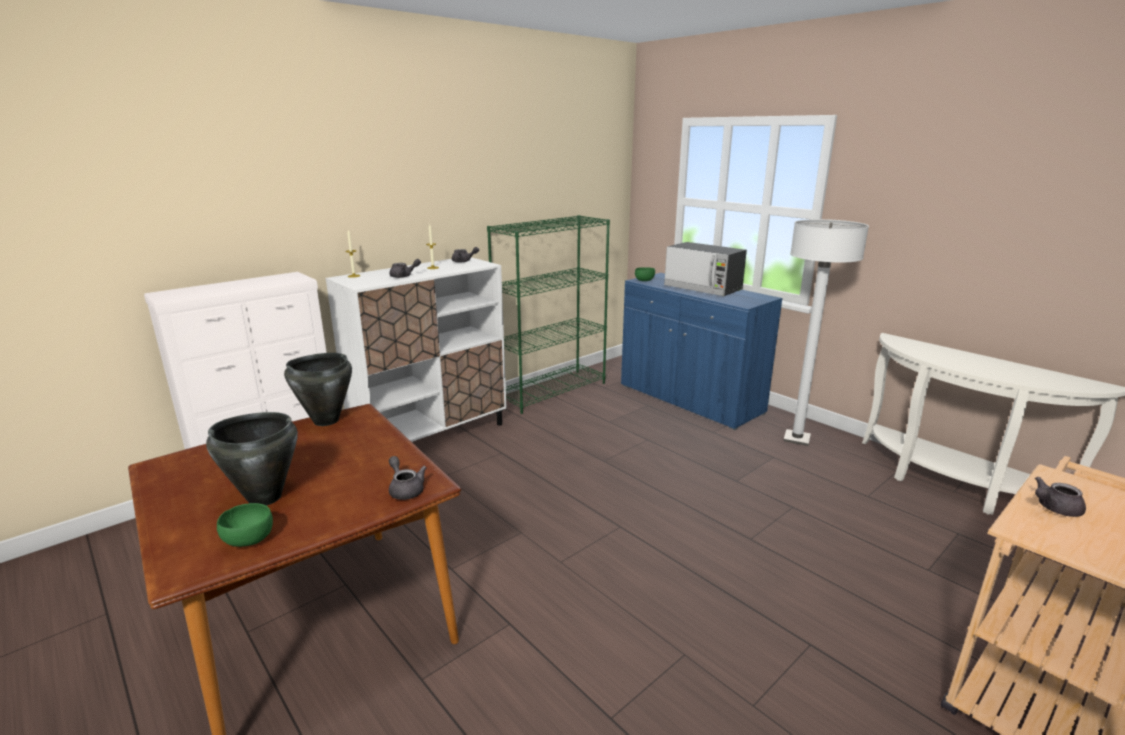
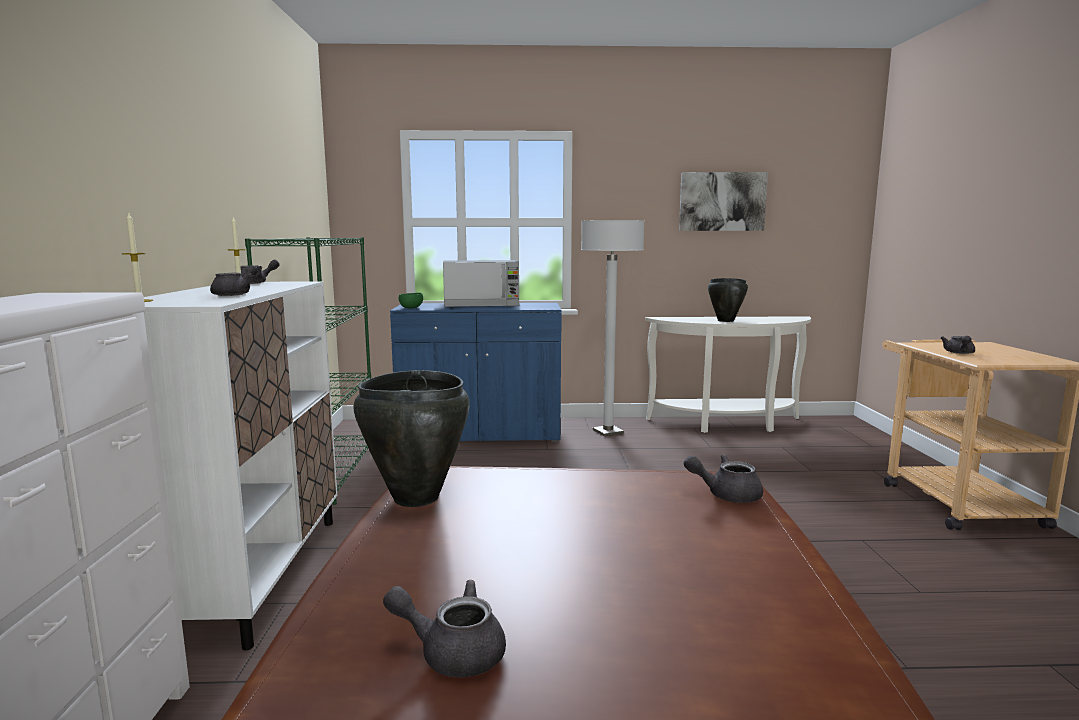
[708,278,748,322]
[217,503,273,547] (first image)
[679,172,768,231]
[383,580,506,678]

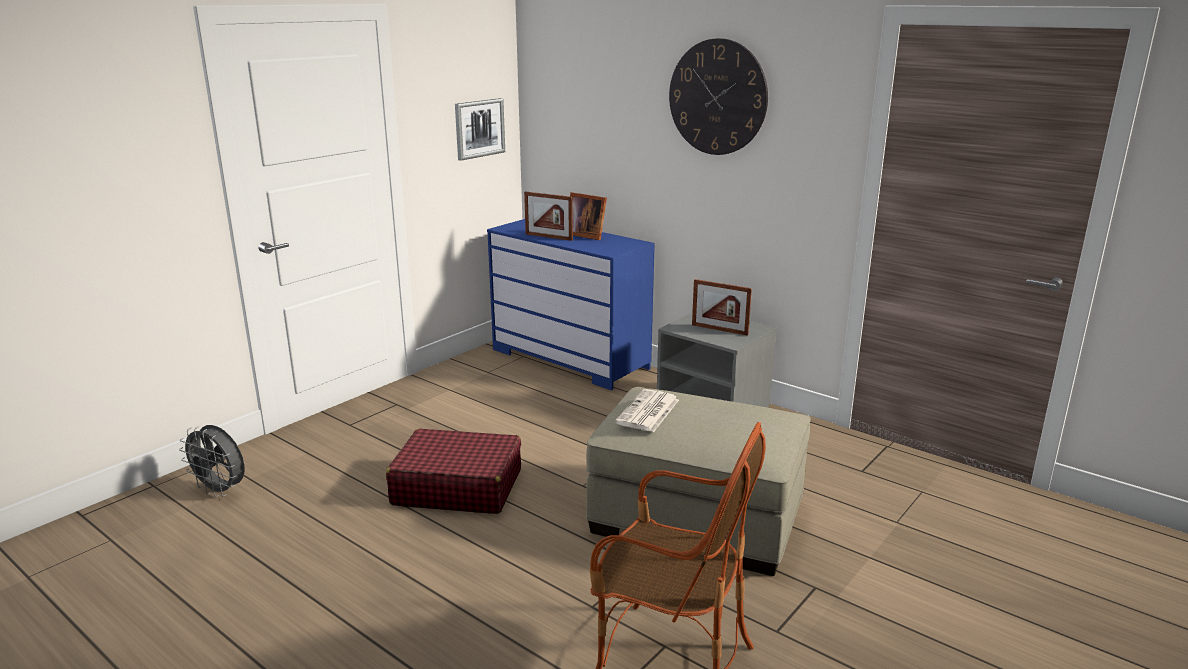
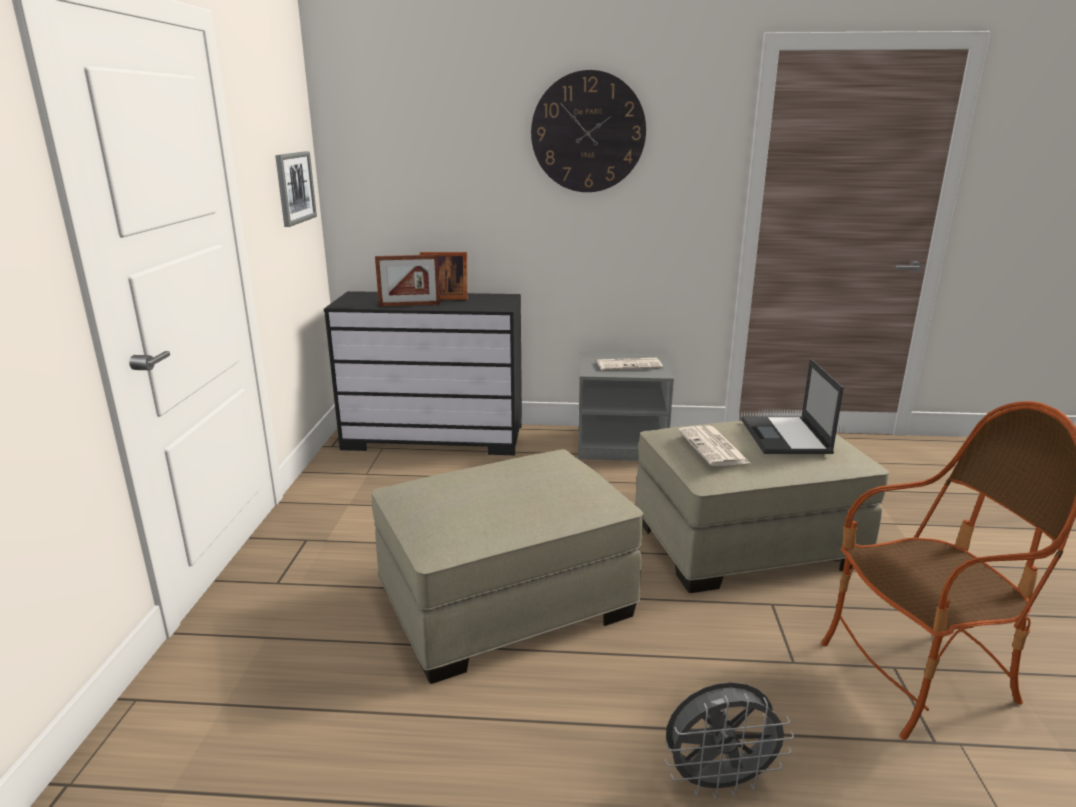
[324,291,522,455]
[596,358,663,370]
[665,682,794,799]
[371,449,643,684]
[741,359,844,454]

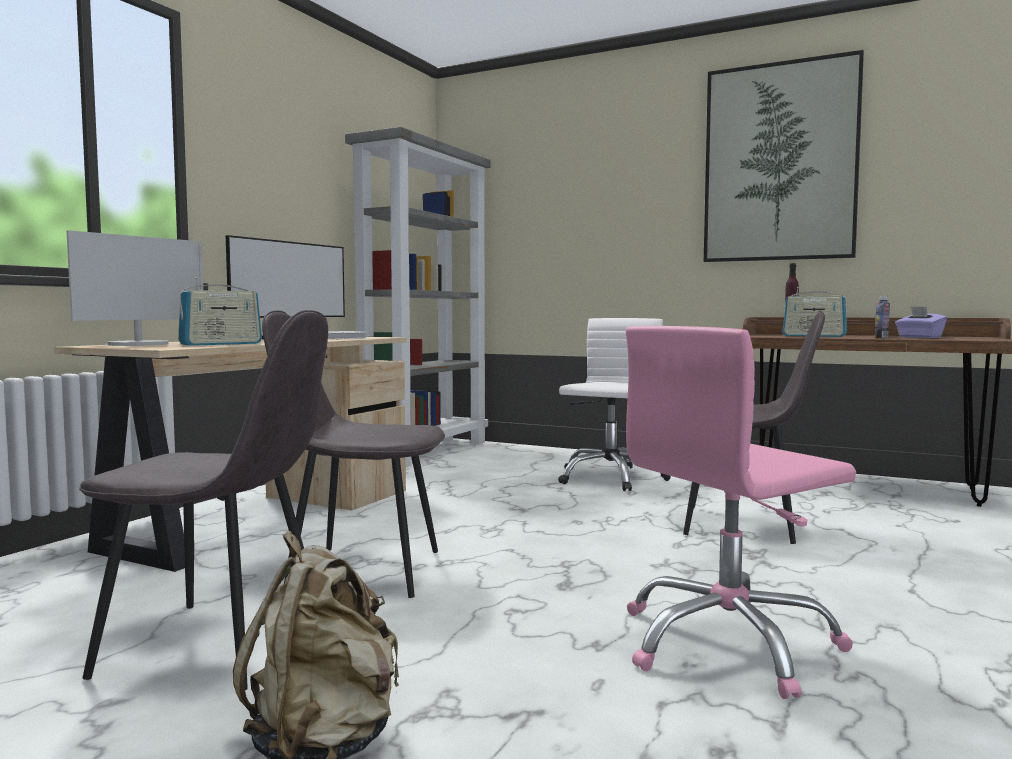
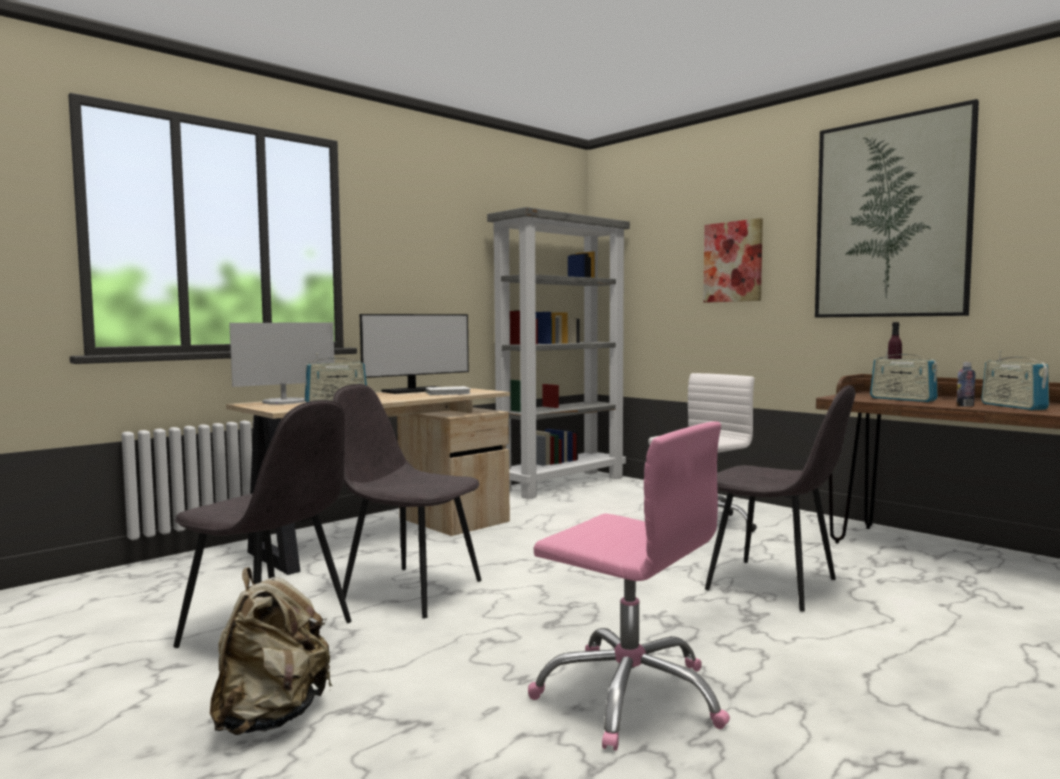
[981,351,1049,410]
[528,421,730,751]
[703,218,763,303]

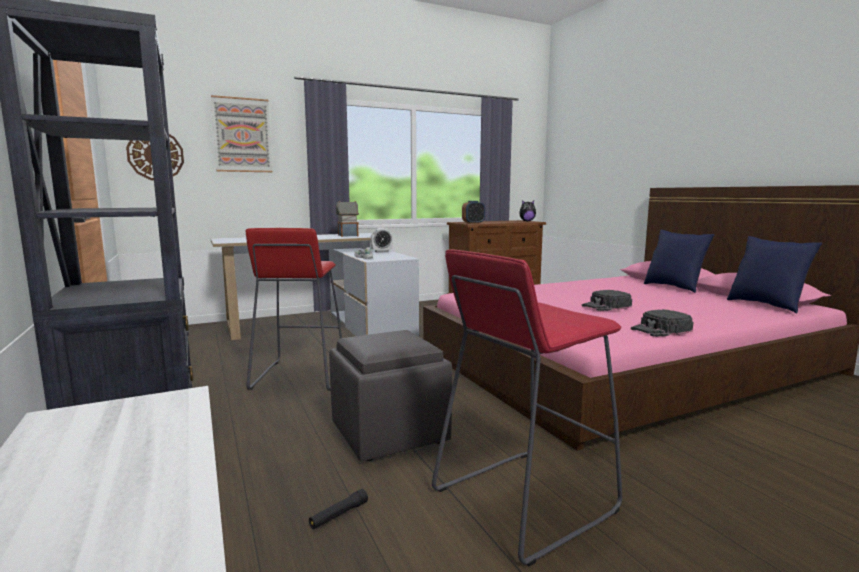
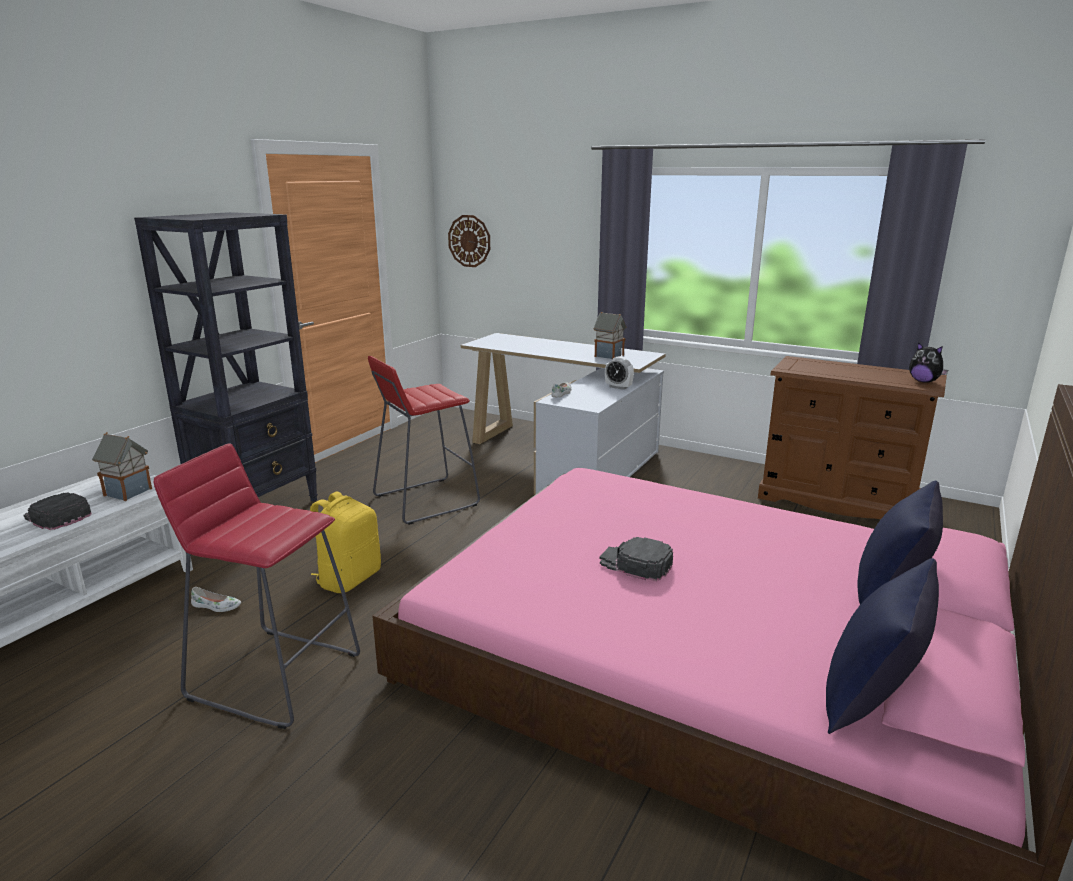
[211,95,272,172] (first image)
[462,201,485,224] (first image)
[24,492,91,530]
[310,492,381,593]
[191,587,241,612]
[92,432,152,501]

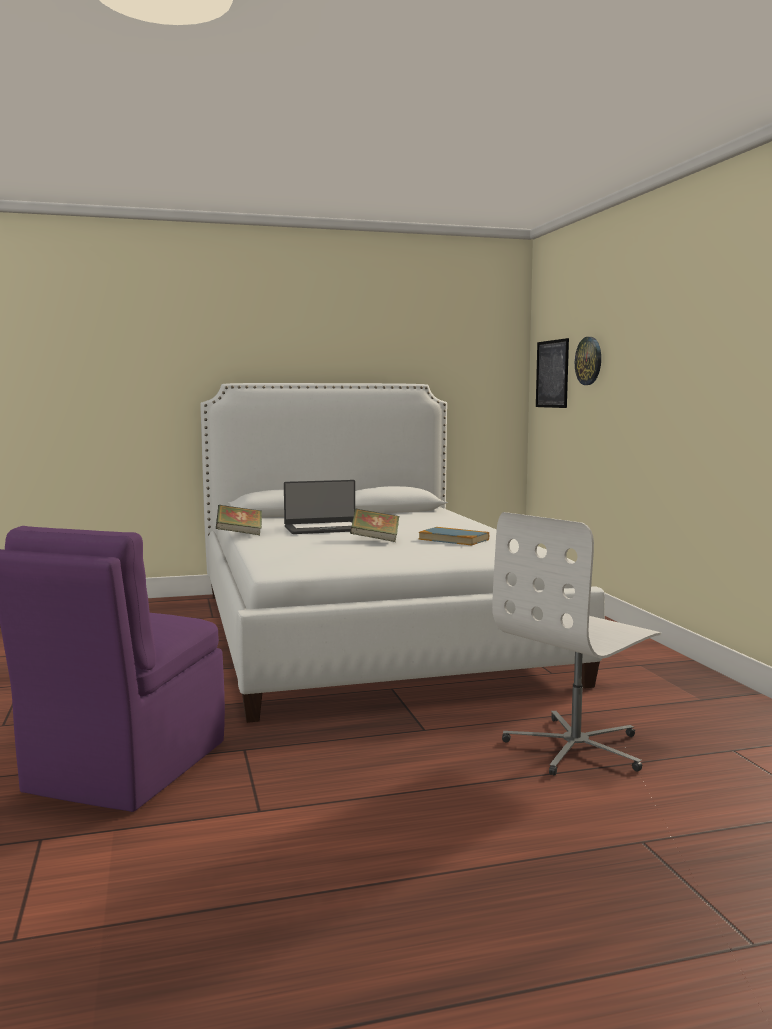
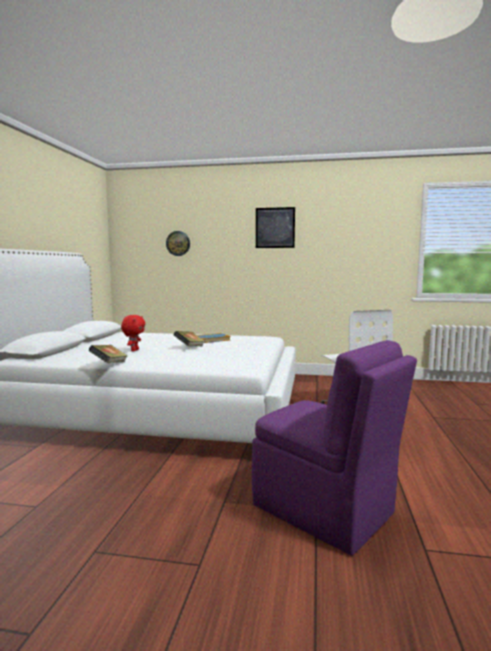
[256,207,295,248]
[121,315,145,352]

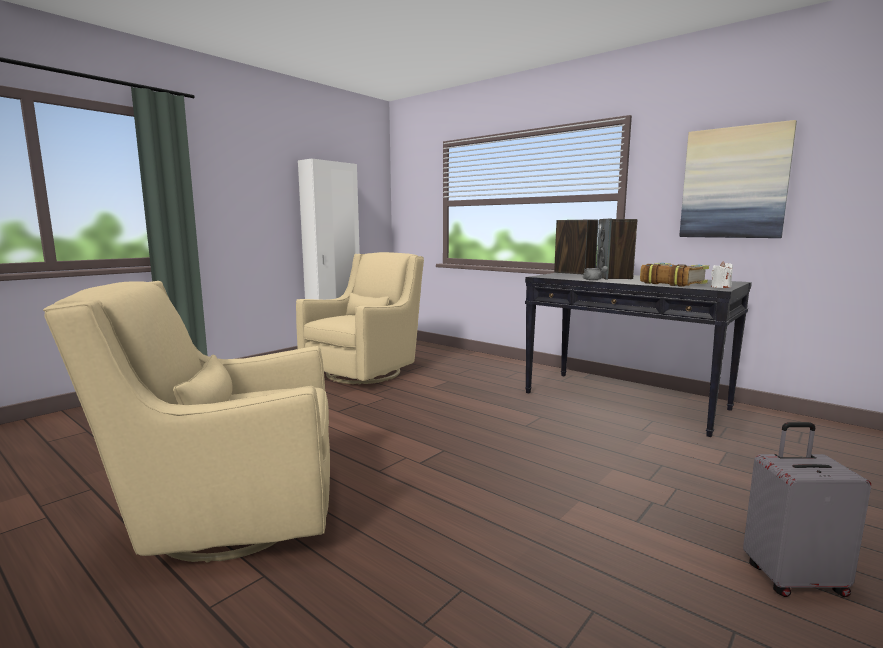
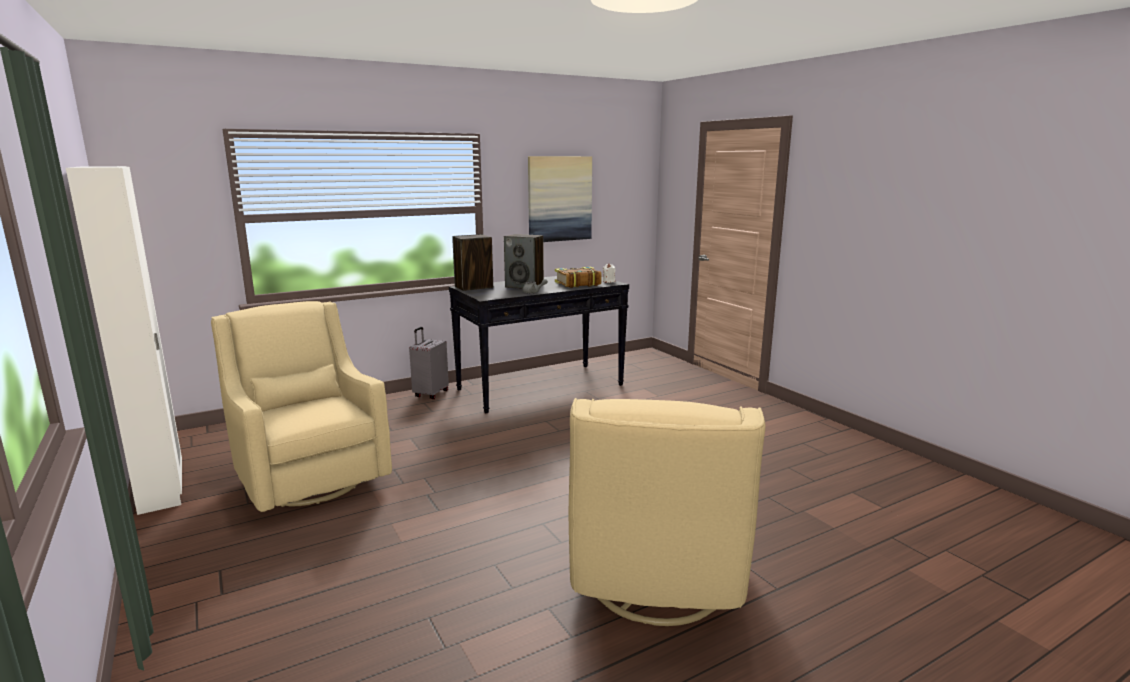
[409,327,449,399]

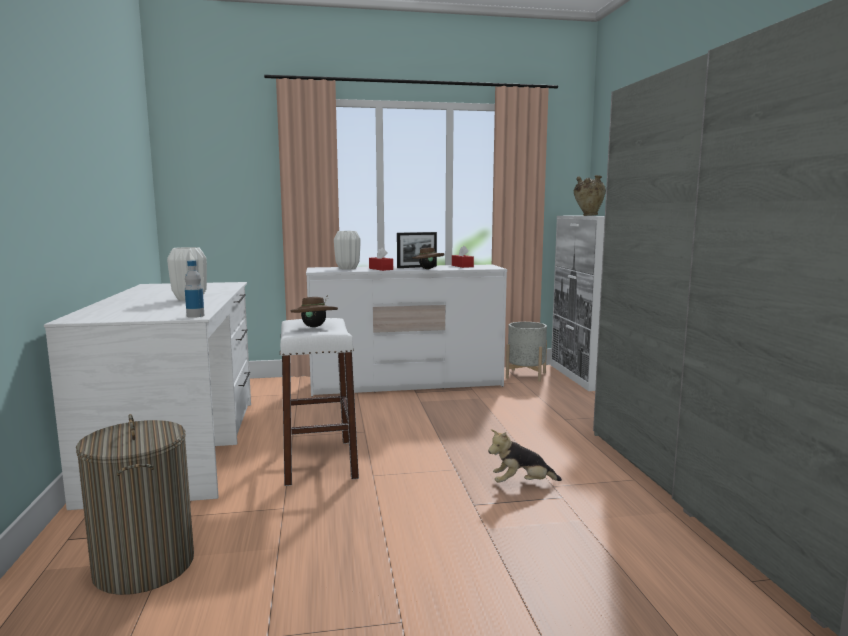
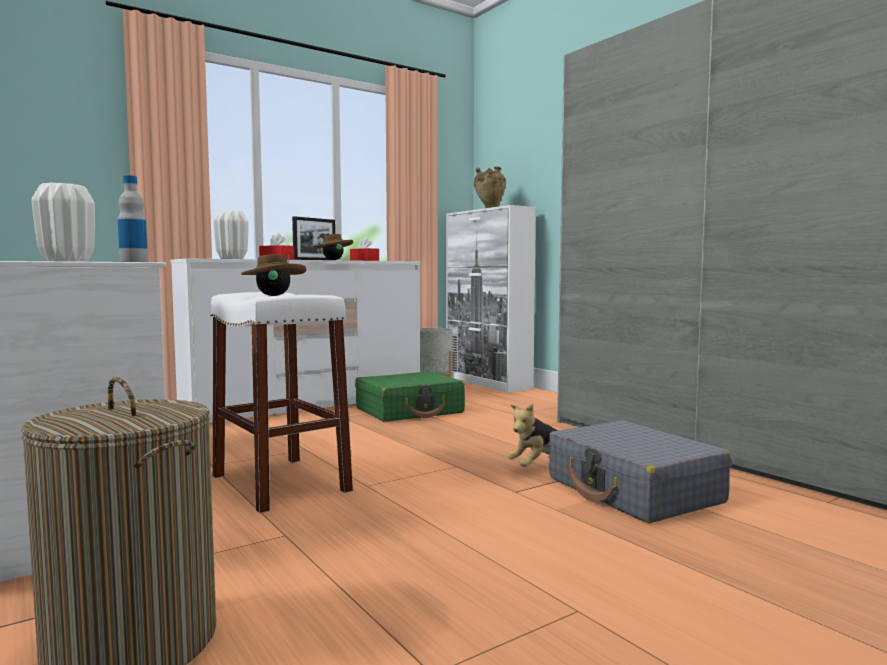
[355,371,465,422]
[548,420,731,523]

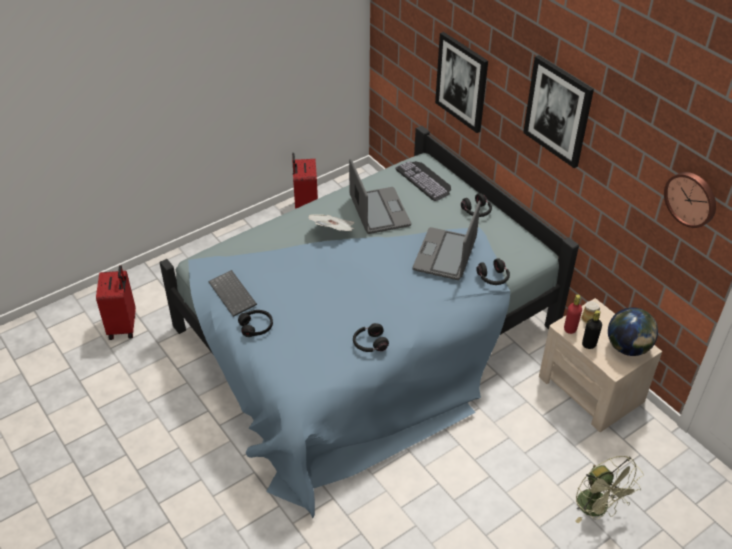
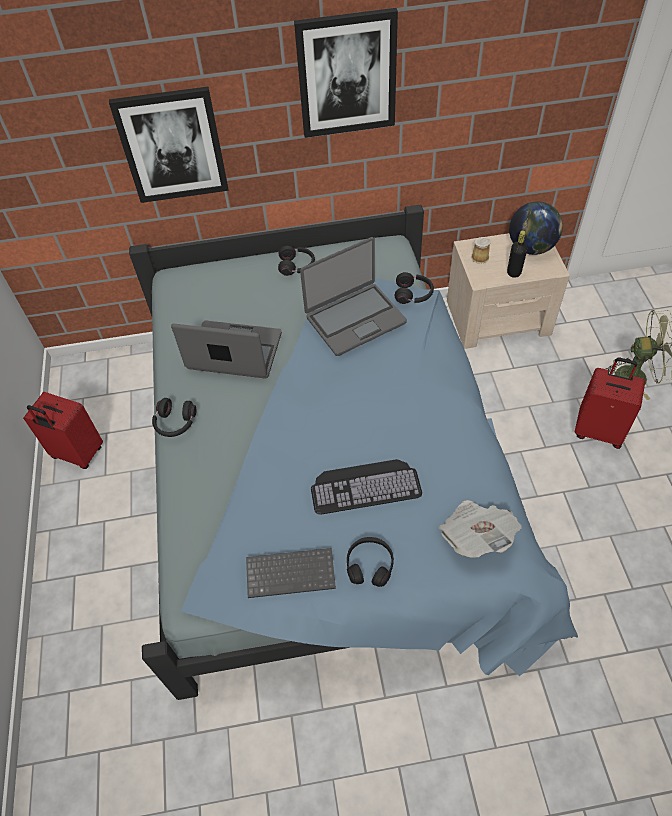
[311,459,422,515]
[664,172,716,228] (first image)
[300,237,407,356]
[438,500,522,558]
[575,358,645,449]
[564,295,582,334] (first image)
[152,398,197,437]

